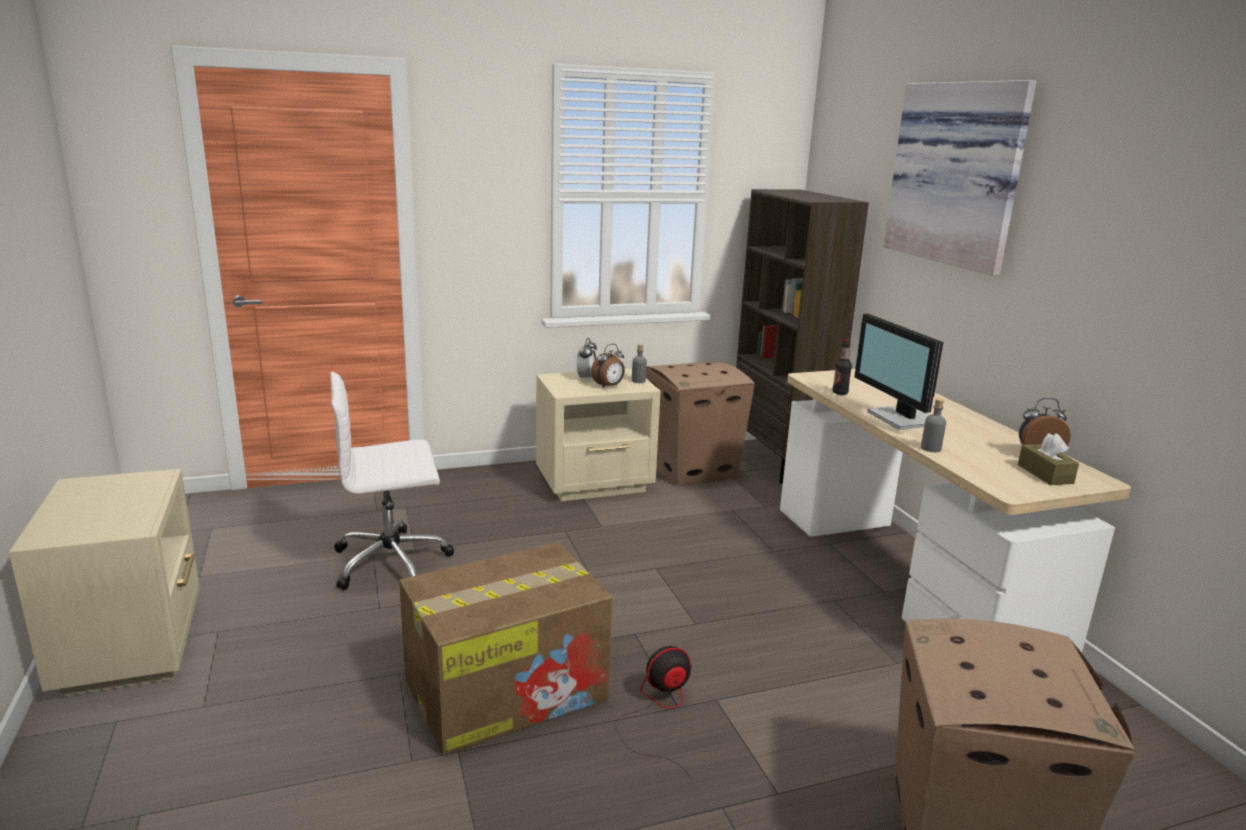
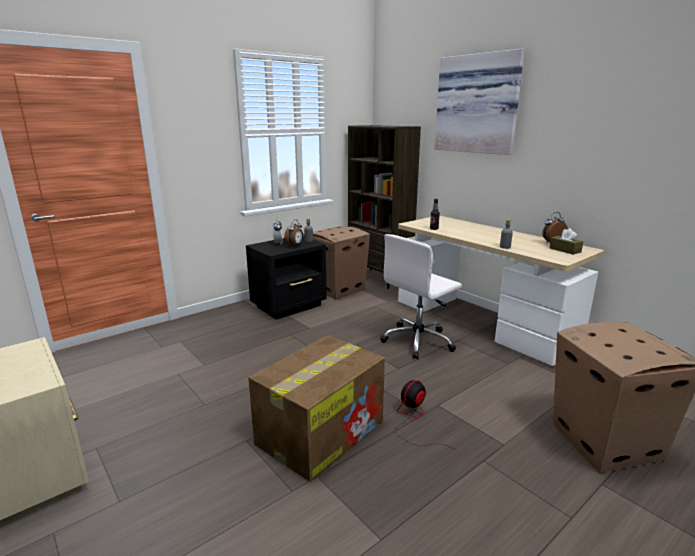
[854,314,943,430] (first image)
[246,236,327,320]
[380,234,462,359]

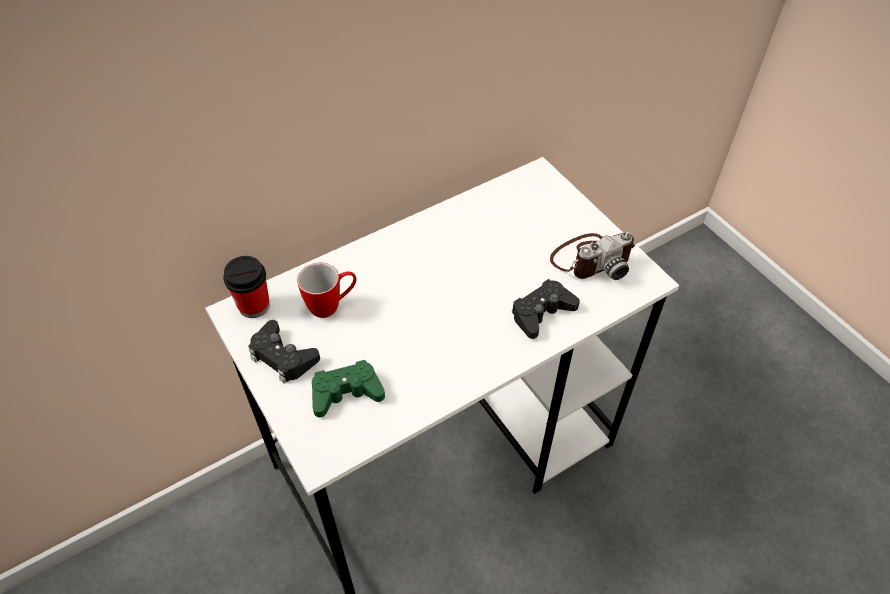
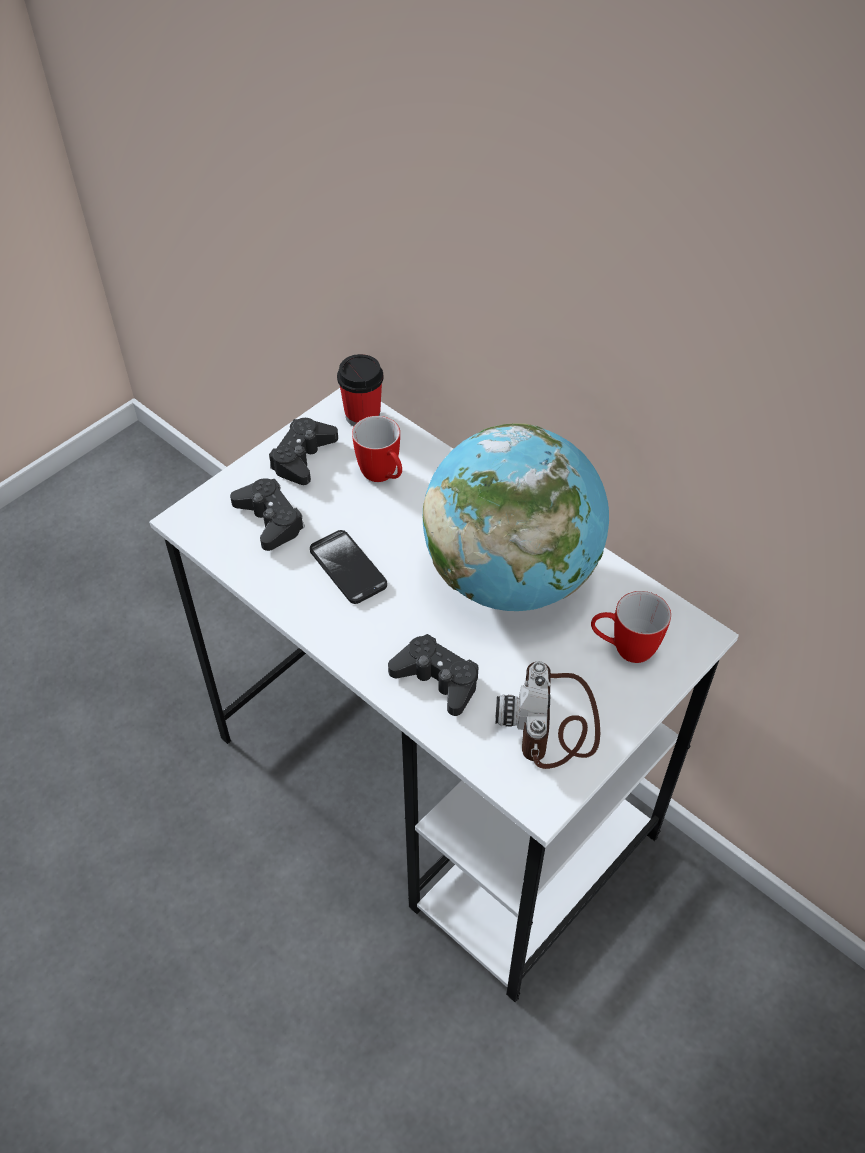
[495,661,600,769]
[230,478,305,551]
[423,423,609,611]
[310,530,387,604]
[591,591,671,663]

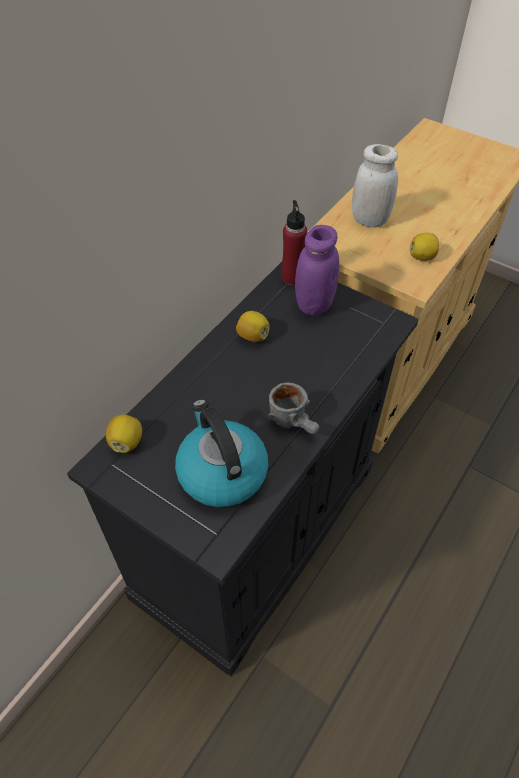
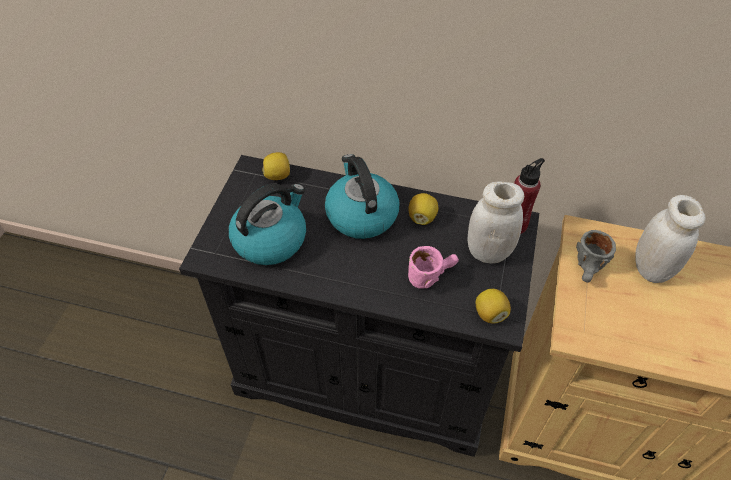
[468,182,524,263]
[476,289,511,323]
[576,230,616,283]
[325,154,399,239]
[408,246,459,289]

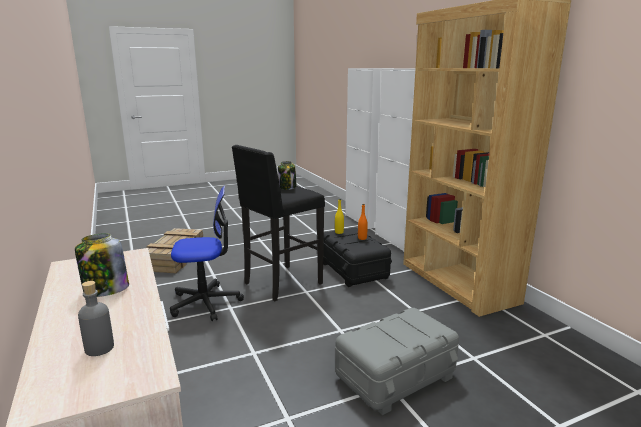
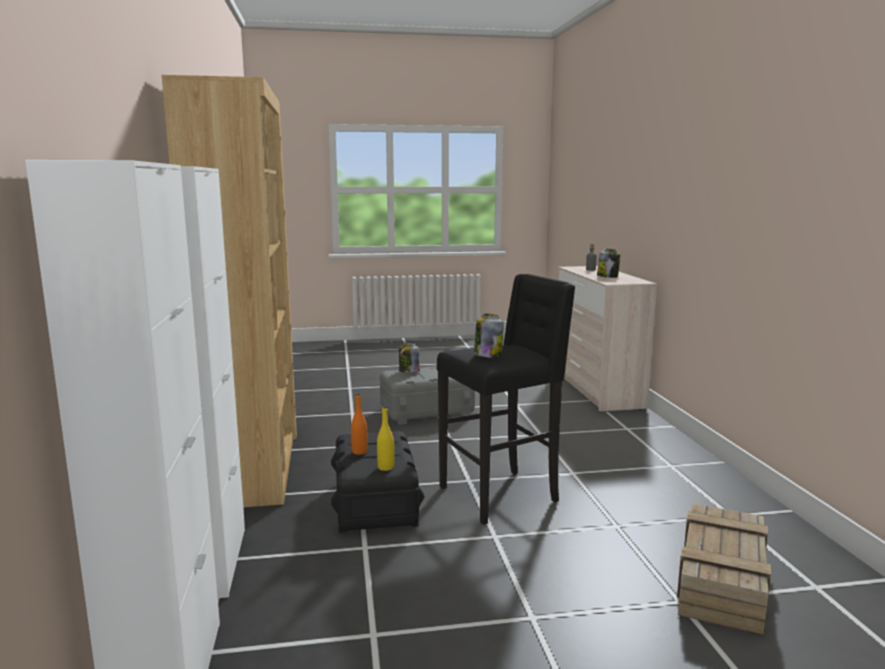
[170,186,244,321] (first image)
[399,343,420,373]

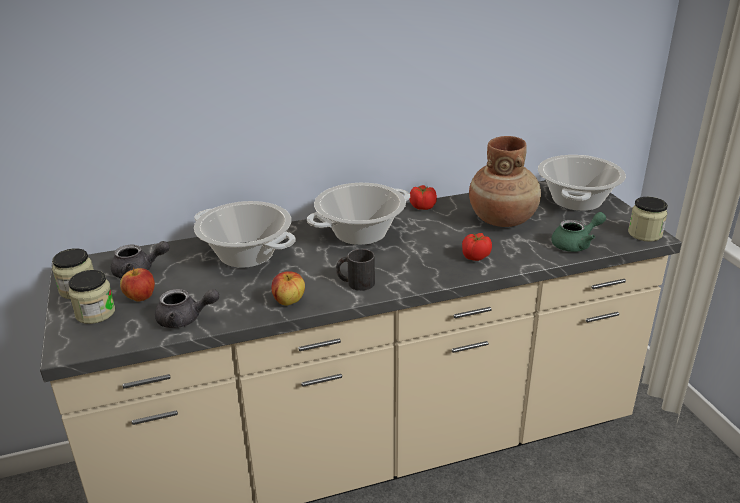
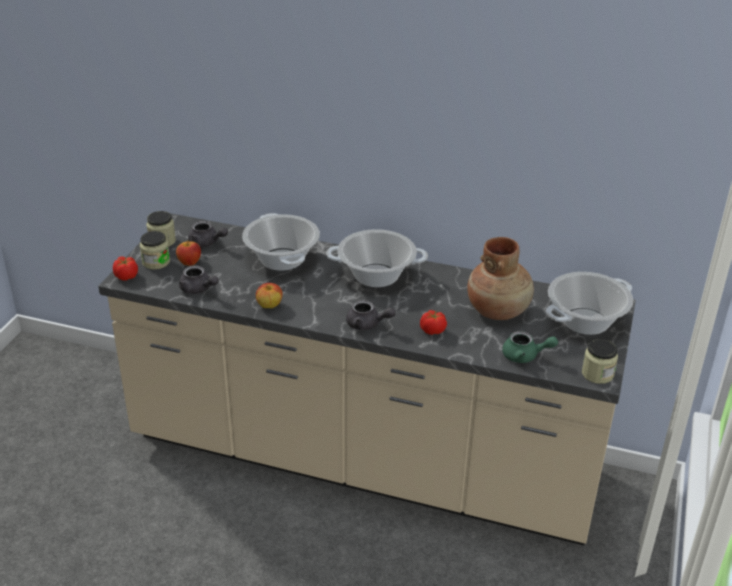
[113,256,138,281]
[336,249,375,291] (first image)
[346,300,396,330]

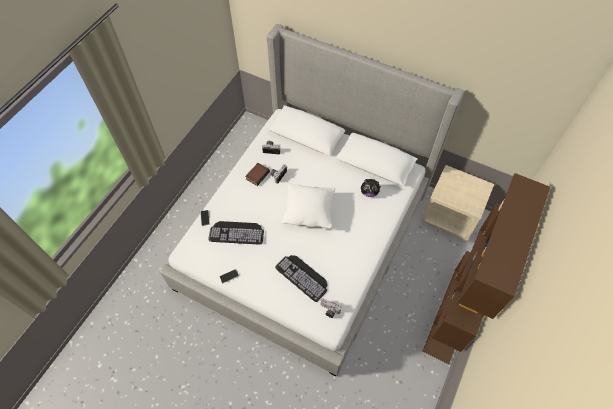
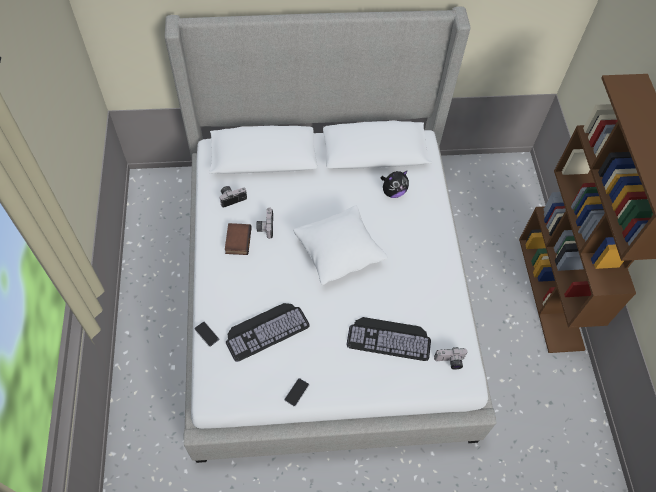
[421,165,494,241] (first image)

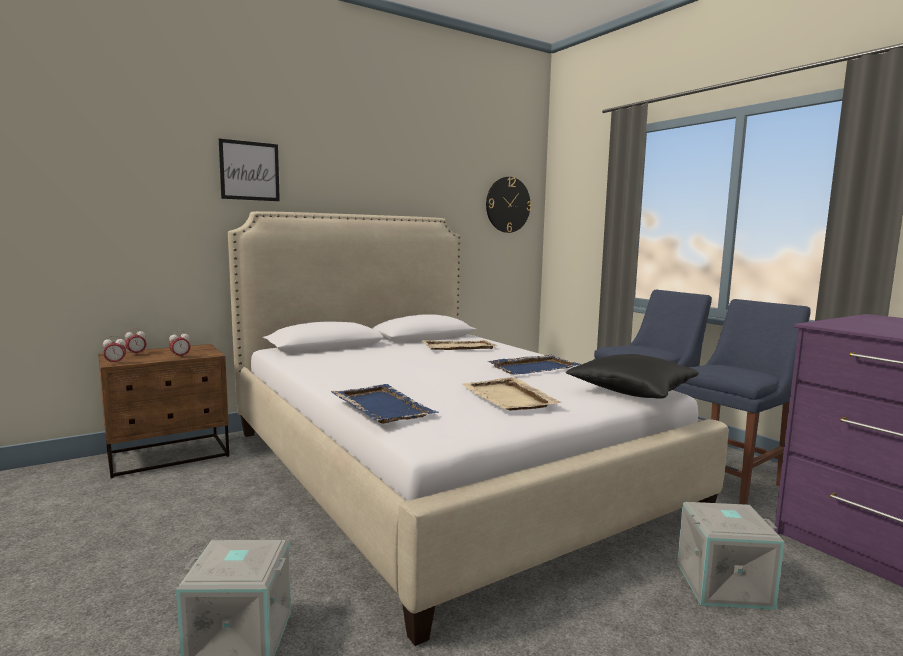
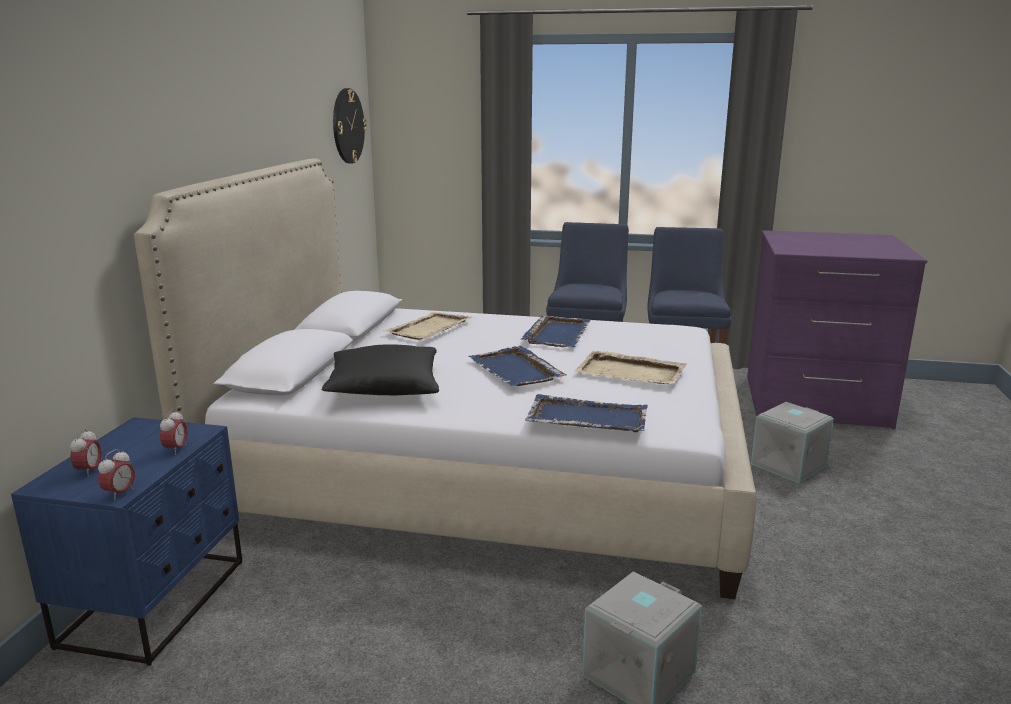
[219,139,280,201] (first image)
[11,417,242,666]
[322,345,439,395]
[468,346,567,386]

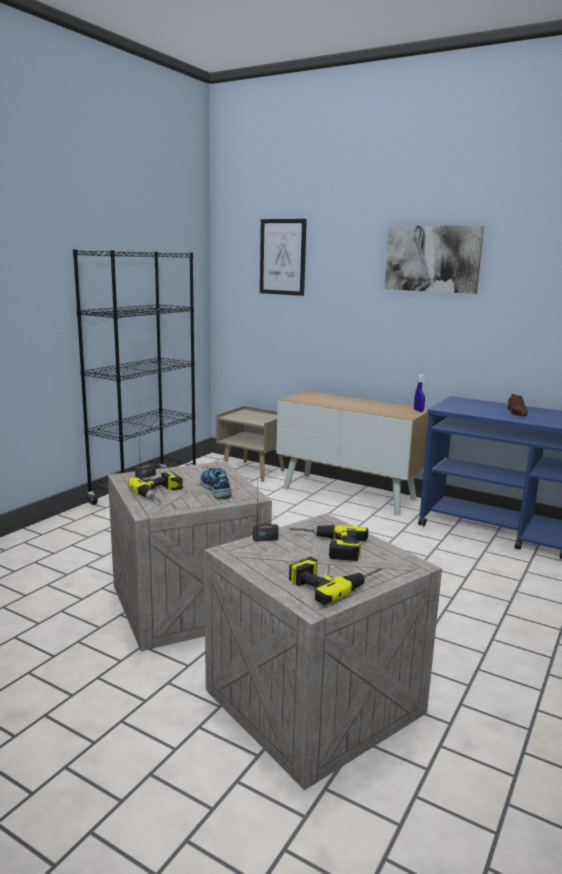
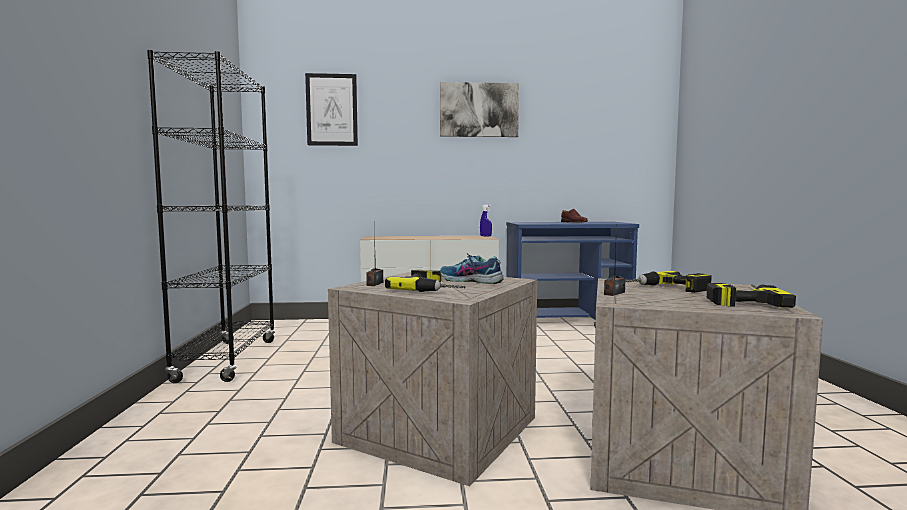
[216,405,284,482] (first image)

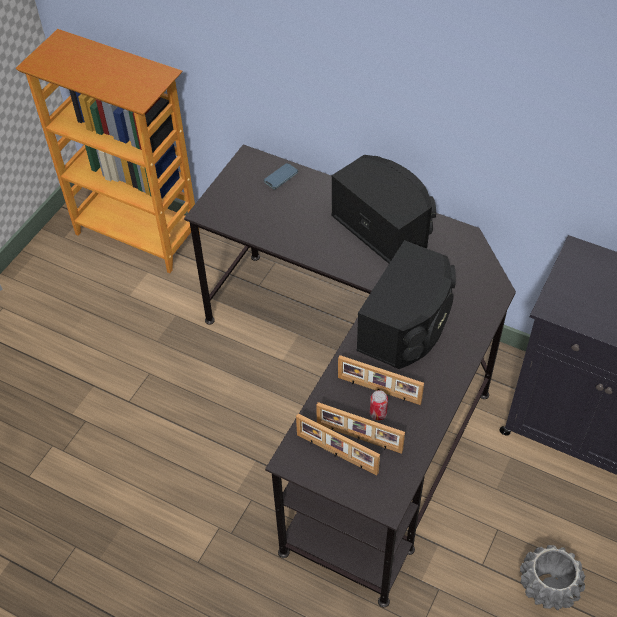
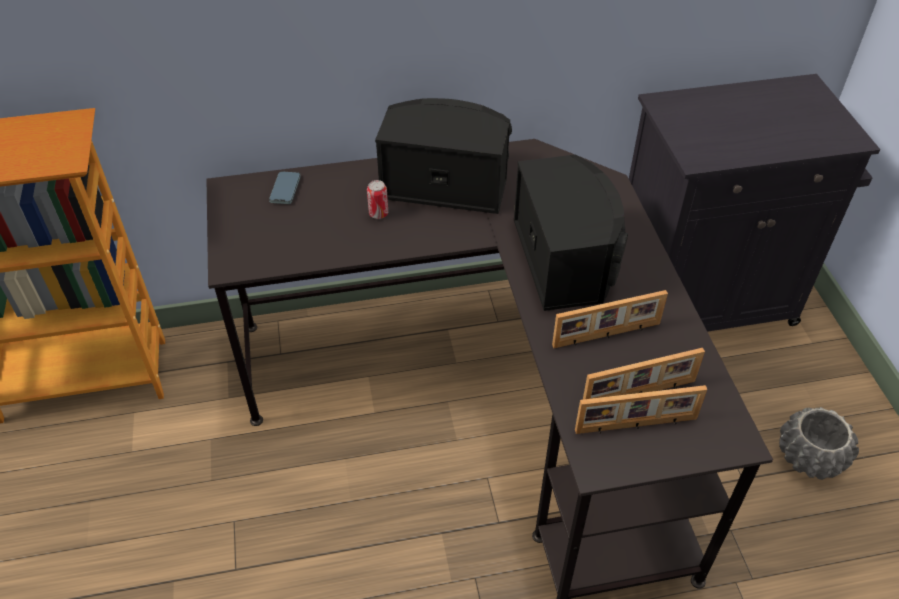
[367,180,388,219]

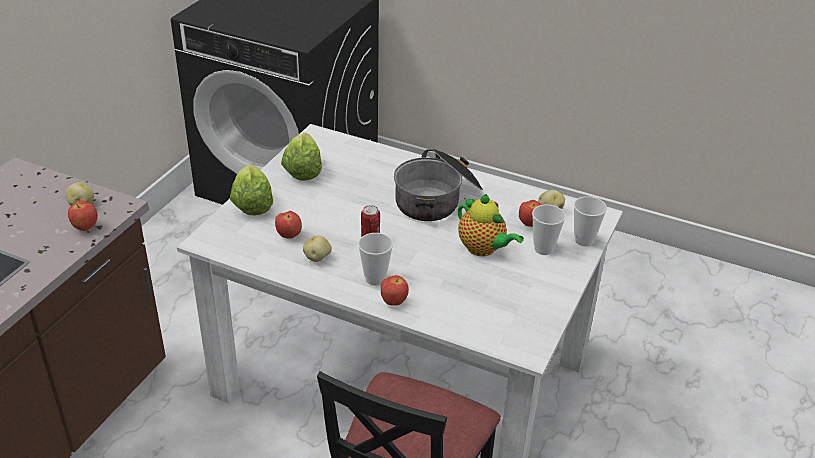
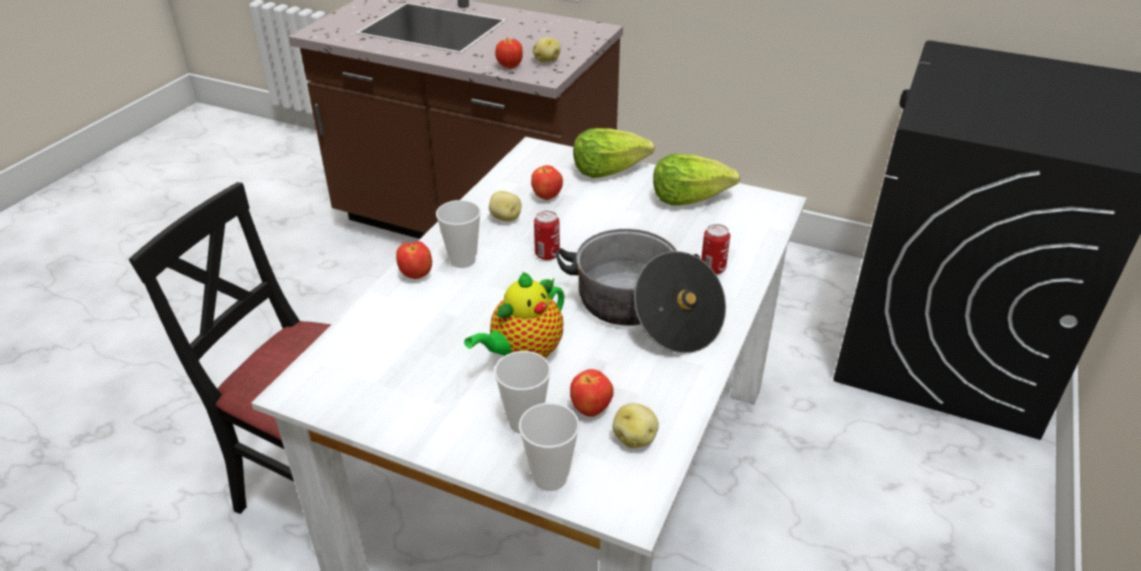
[701,224,730,274]

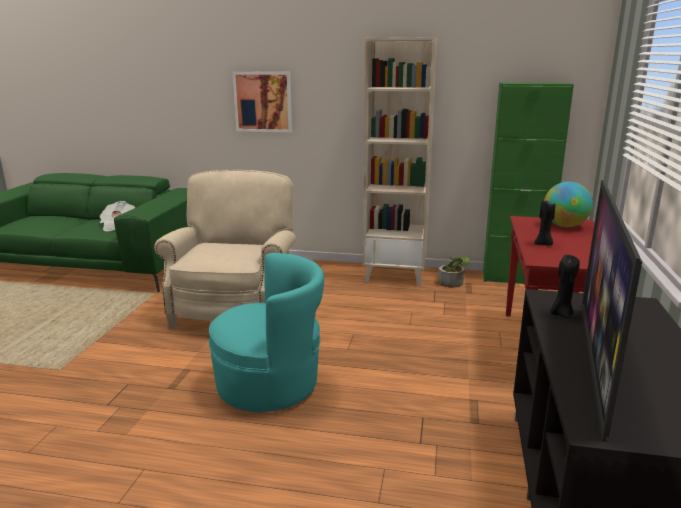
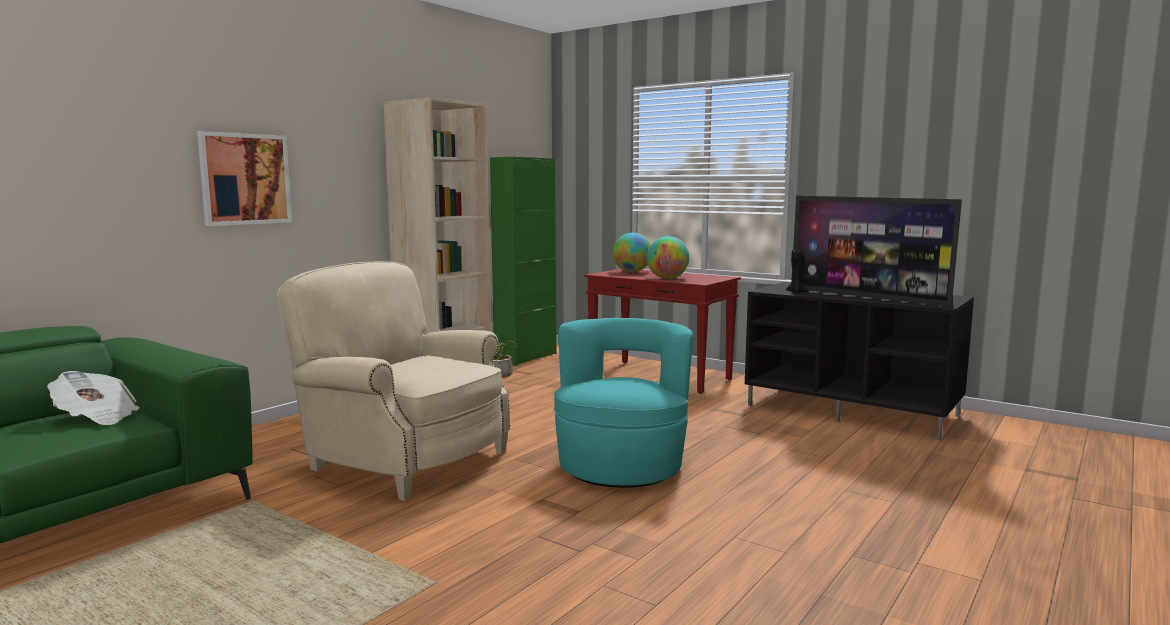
[647,236,689,279]

